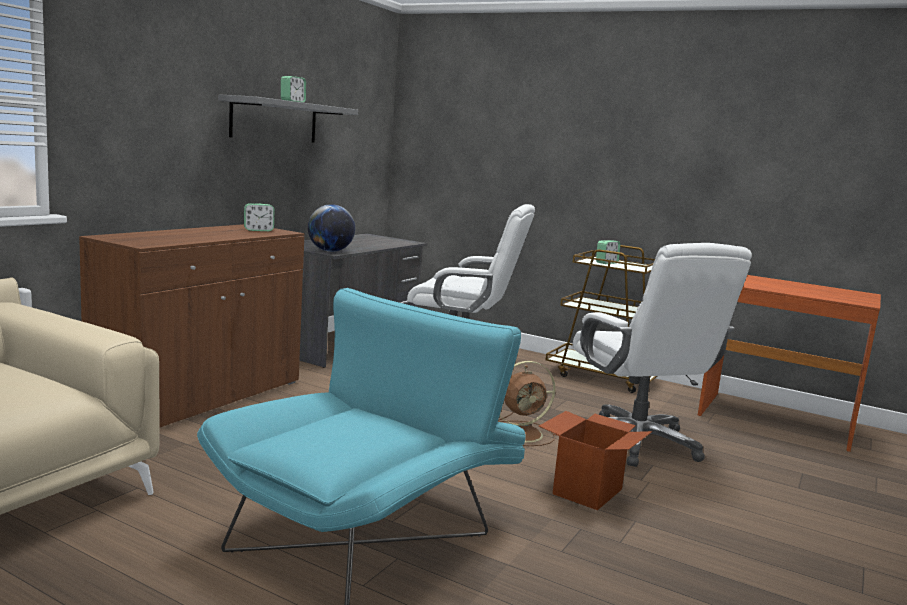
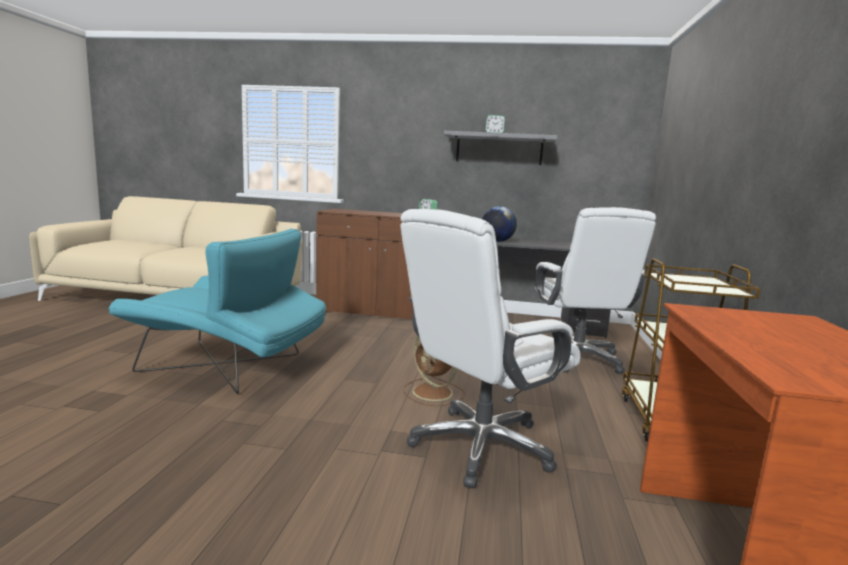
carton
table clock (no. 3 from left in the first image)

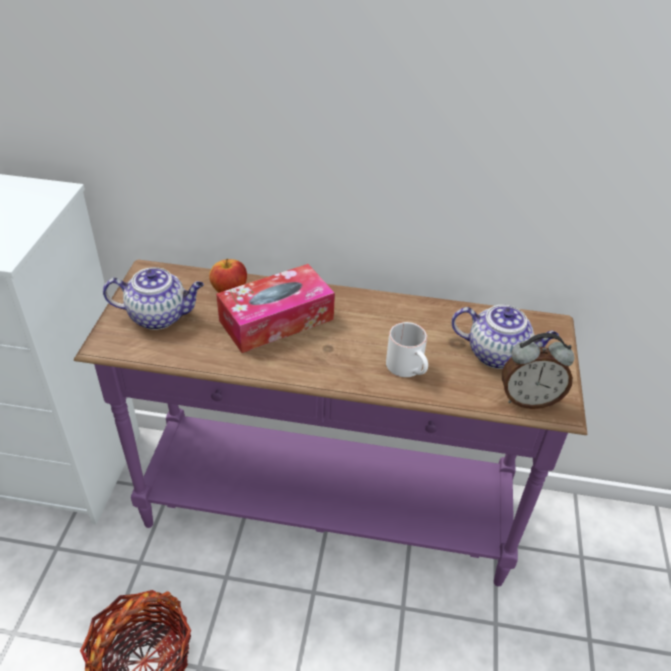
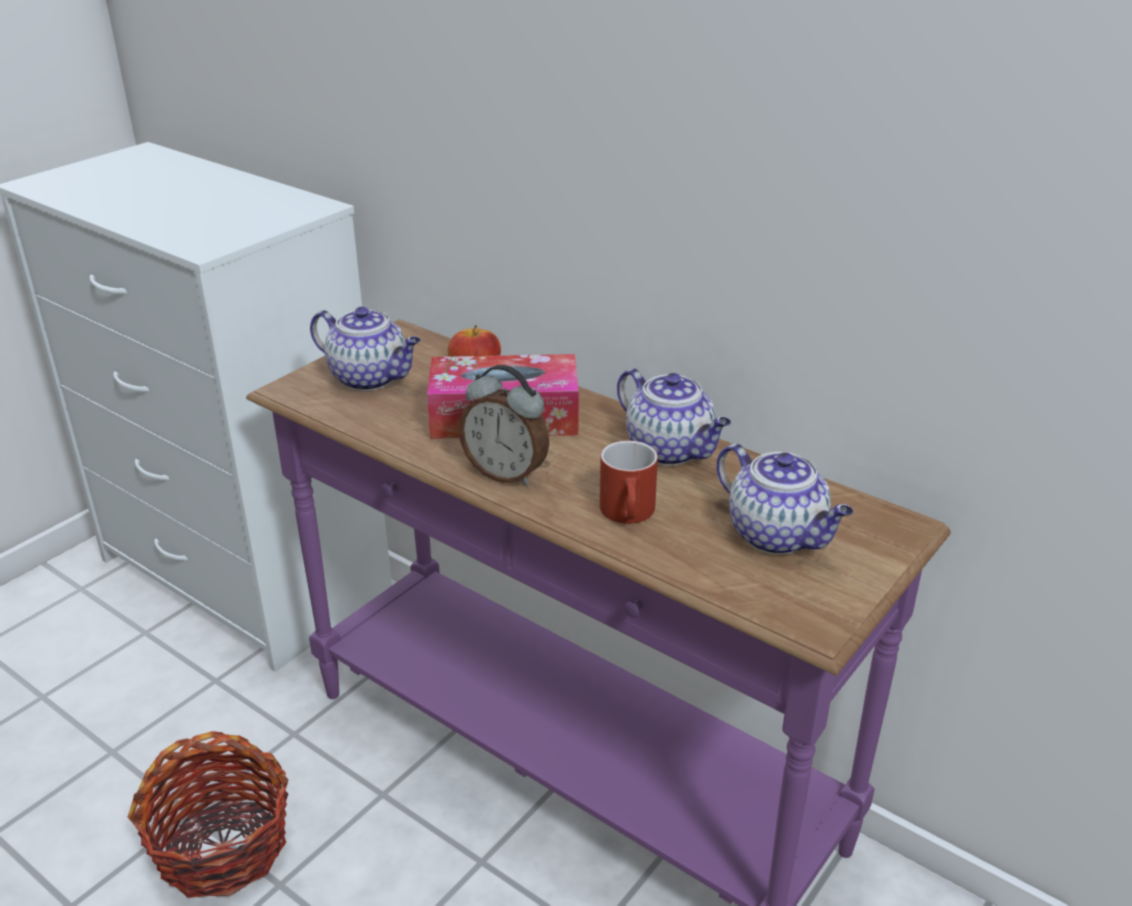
table clock
red-coloured tea mug
pot for tea (no. 2 from left)

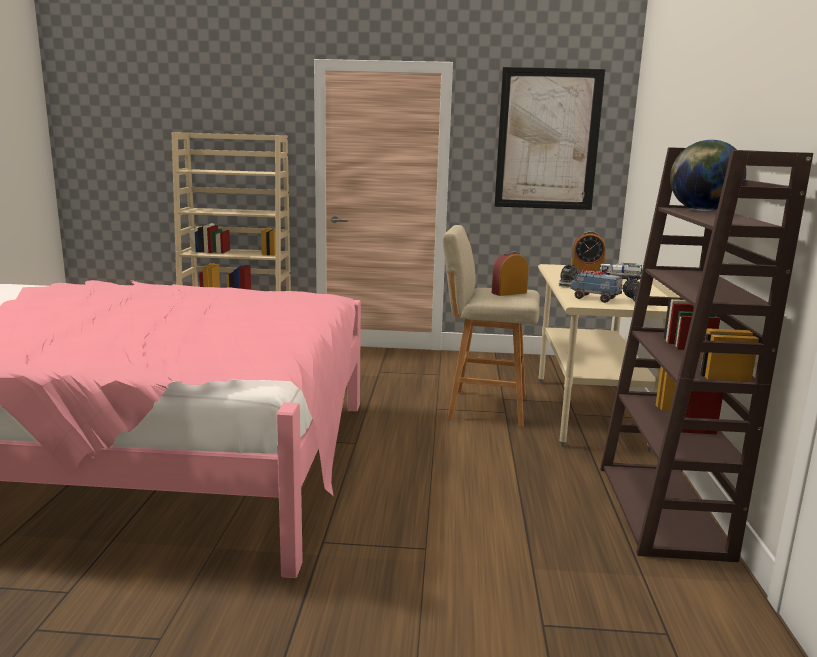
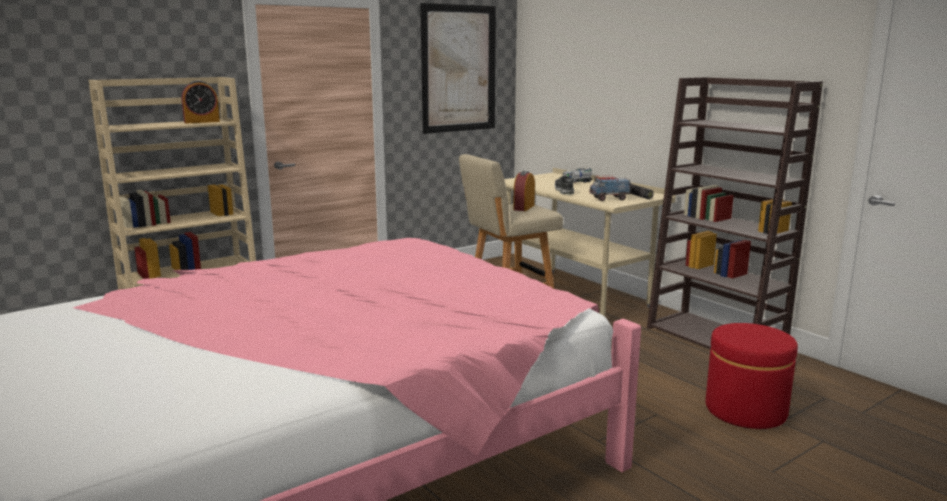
table clock (no. 1 from left)
red-coloured pouffe
globe

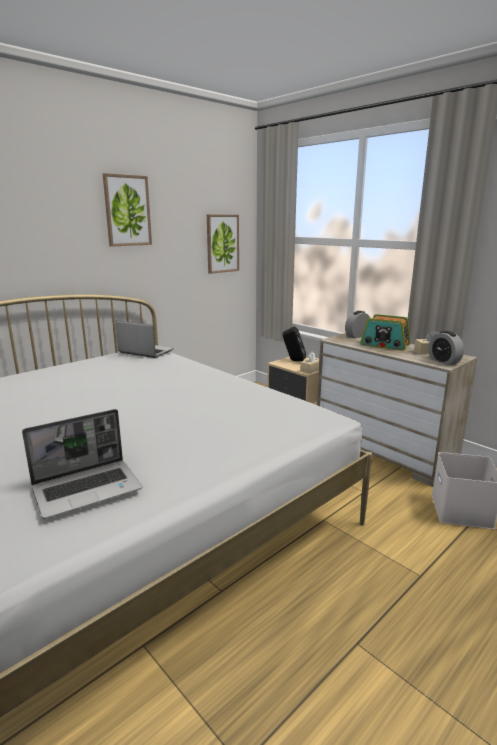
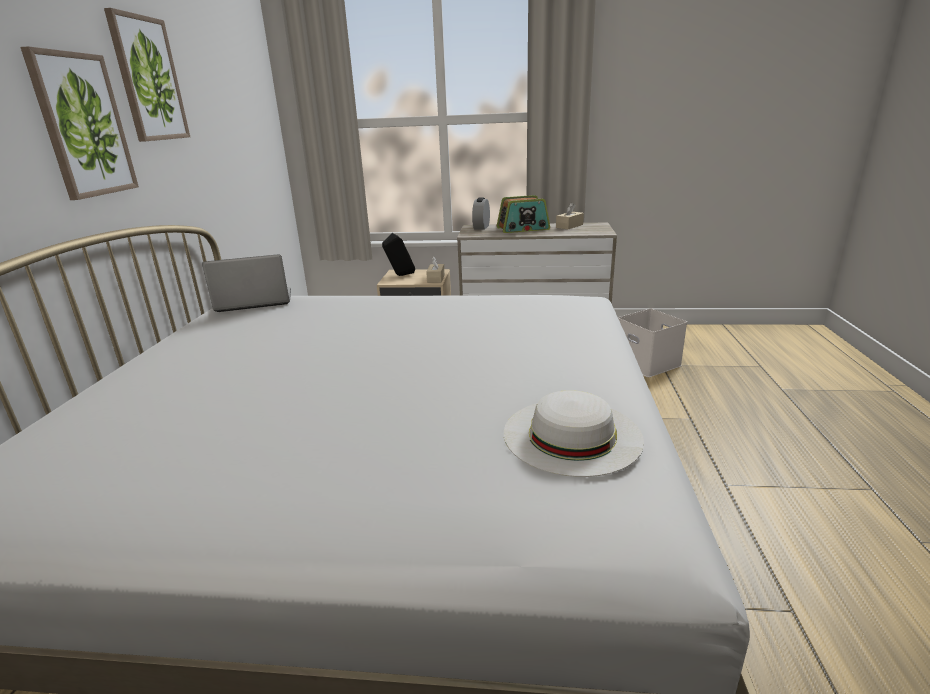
wall art (no. 1 from left)
white-coloured wearable hat
table clock (no. 2 from left in the first image)

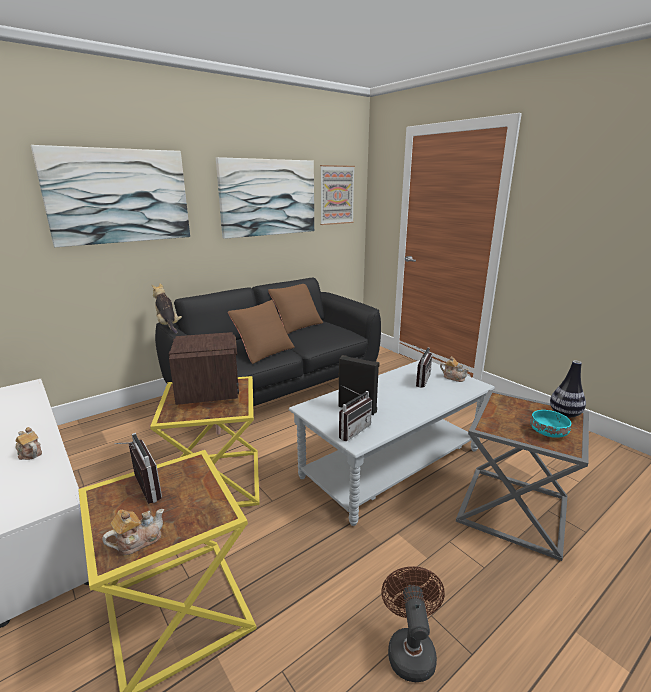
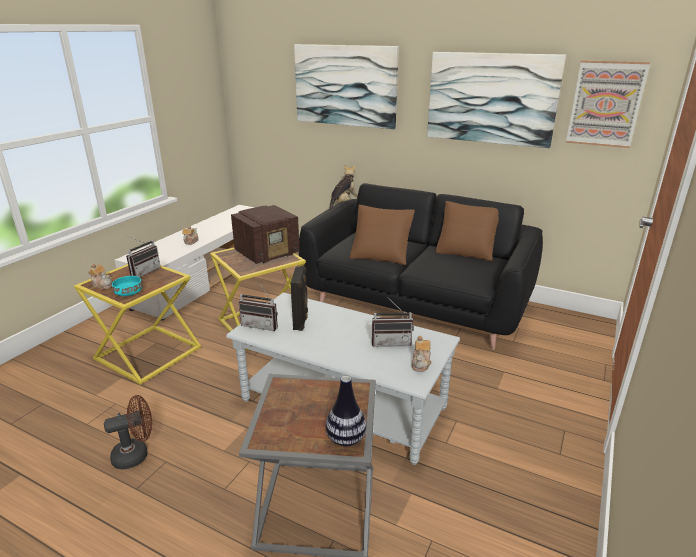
turquoise-coloured bowl

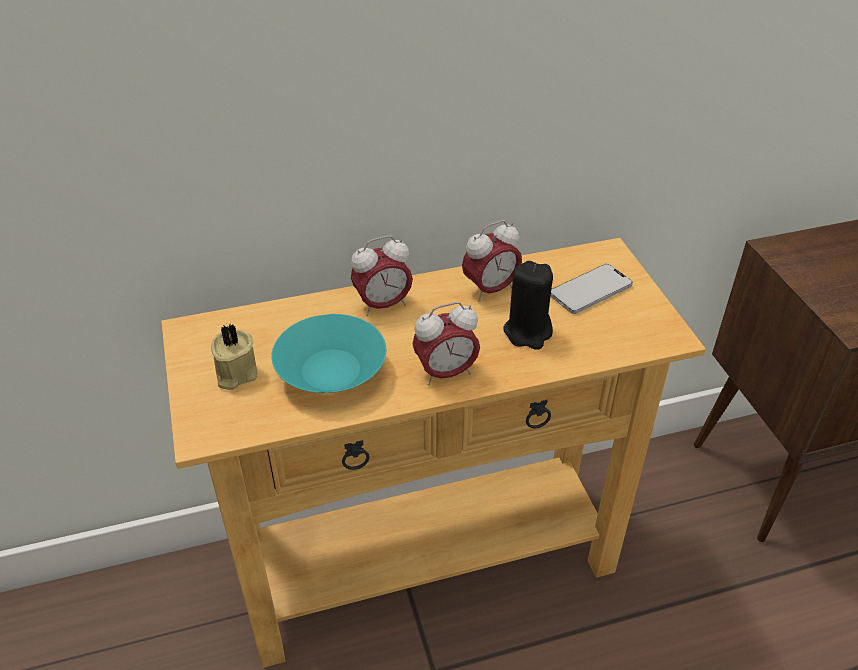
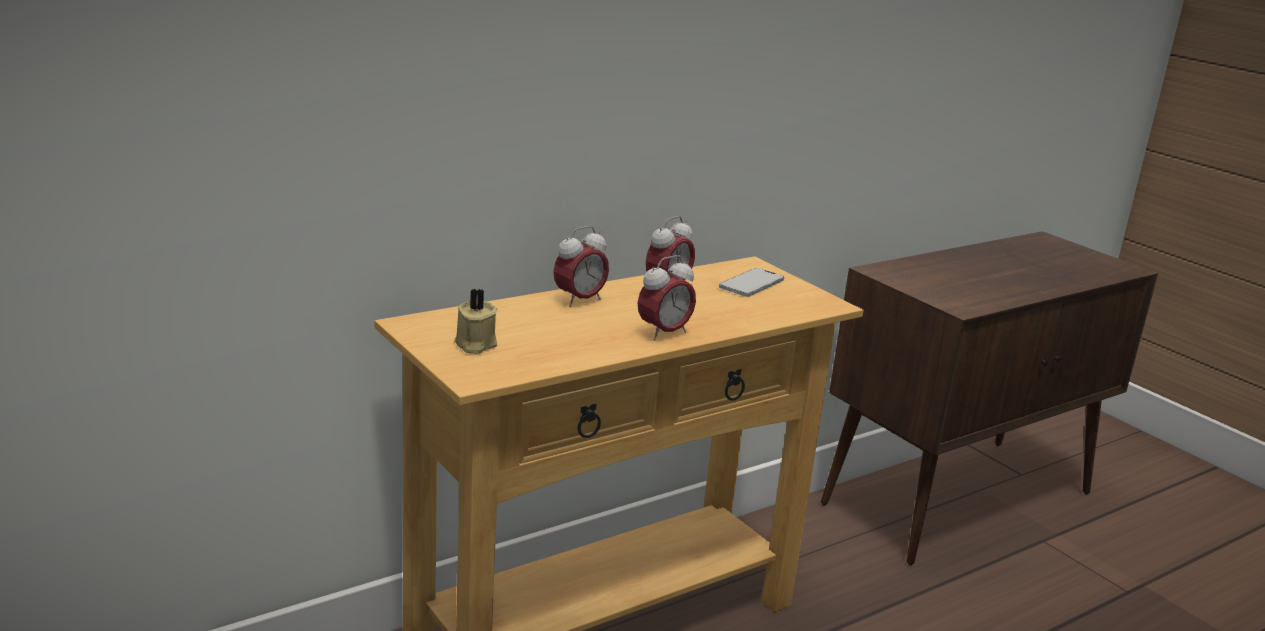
turquoise-coloured bowl
black-coloured candle

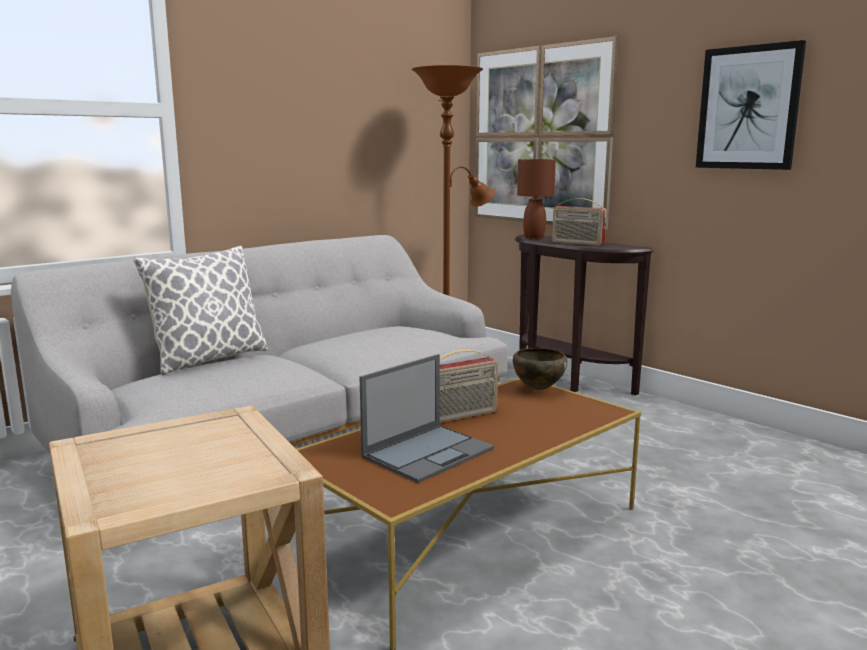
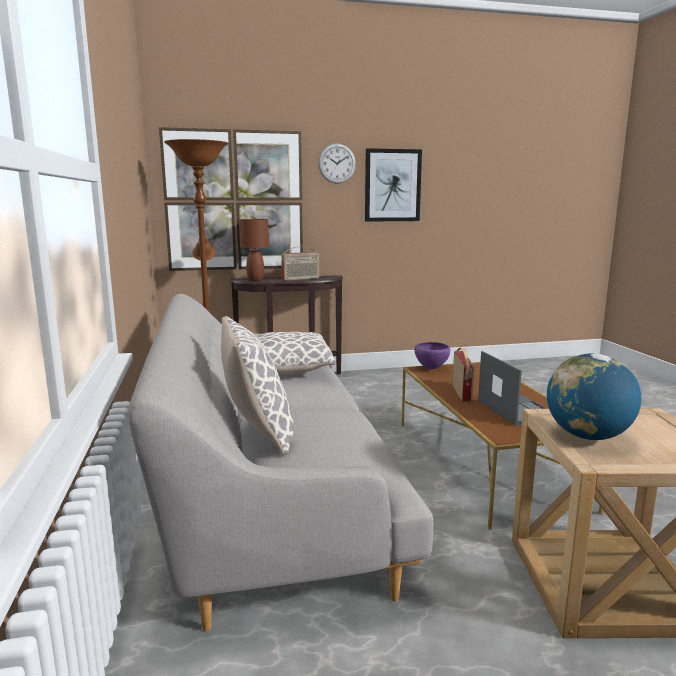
cushion (no. 2 from left)
hanging clock
purple bowl
globe

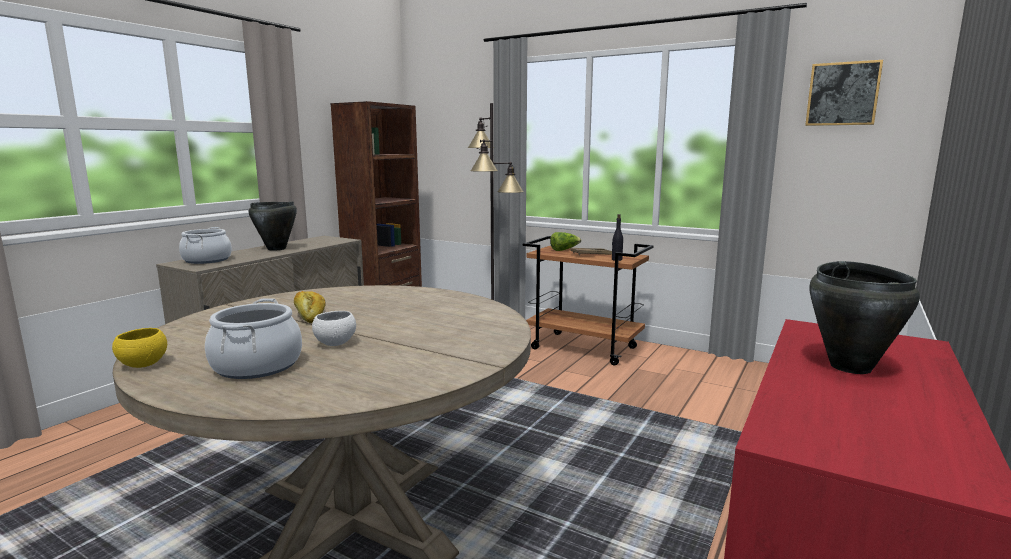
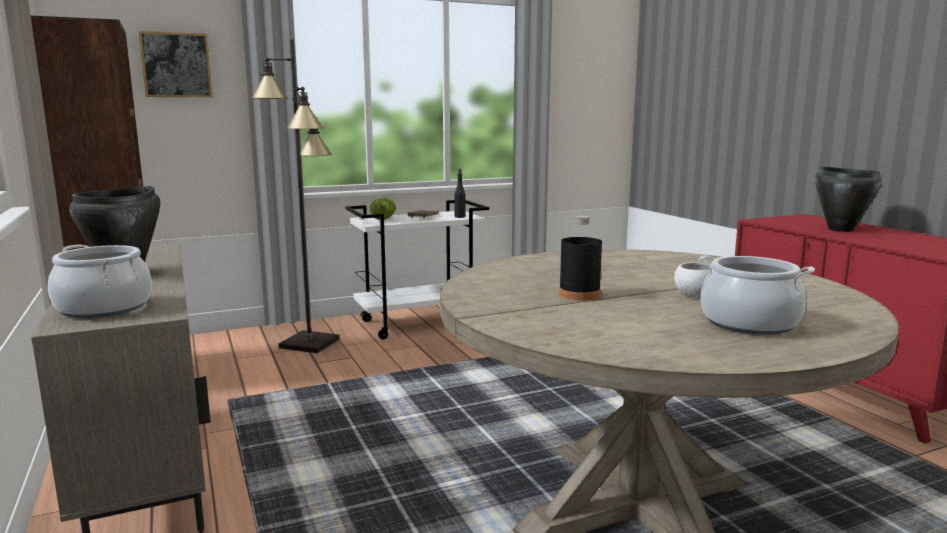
wall art
white-coloured wheeled cart
black-coloured bottle (no. 2 from left)
yellowish bowl

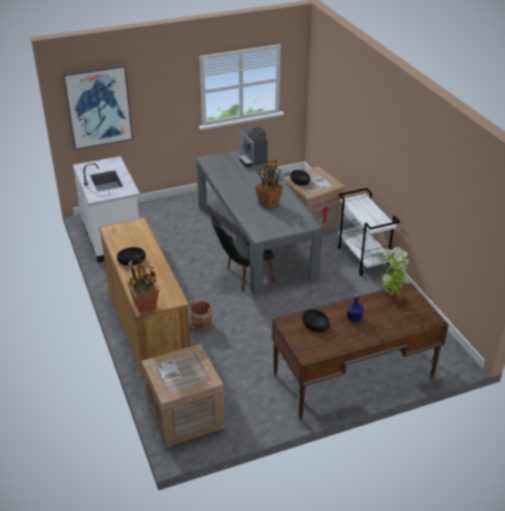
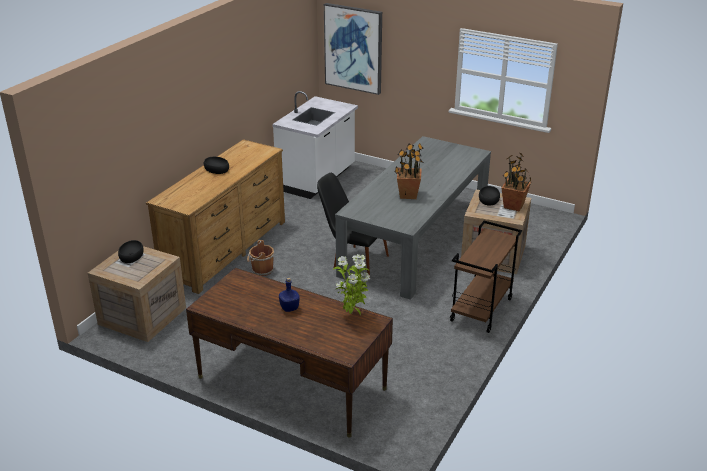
black-coloured bowl (no. 1 from left)
brownish wheeled cart
houseplant (no. 3 from left)
coffee machine

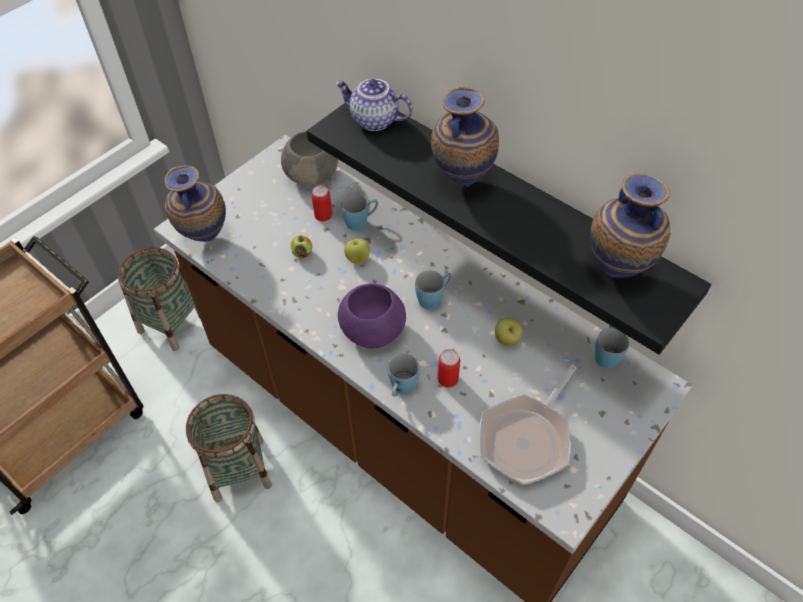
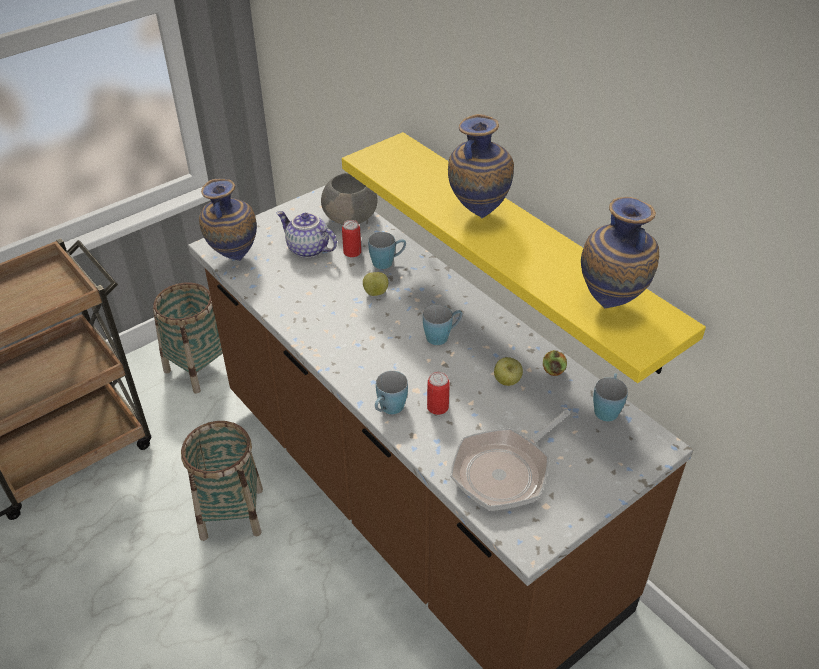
pot for tea
yellowish bracket shelf
apple (no. 3 from left)
purple bowl

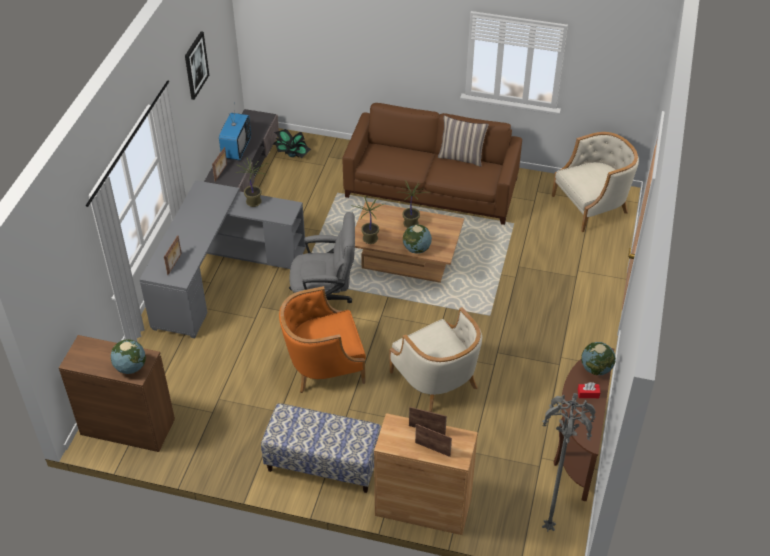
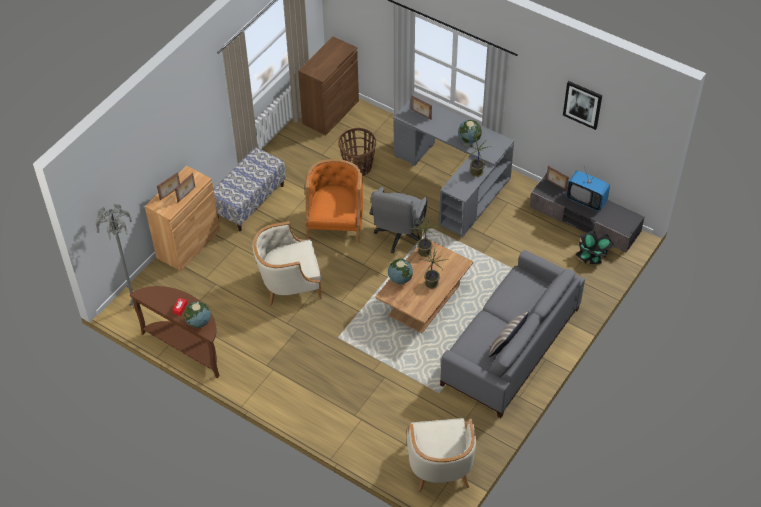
basket
grey settee
globe (no. 3 from left)

